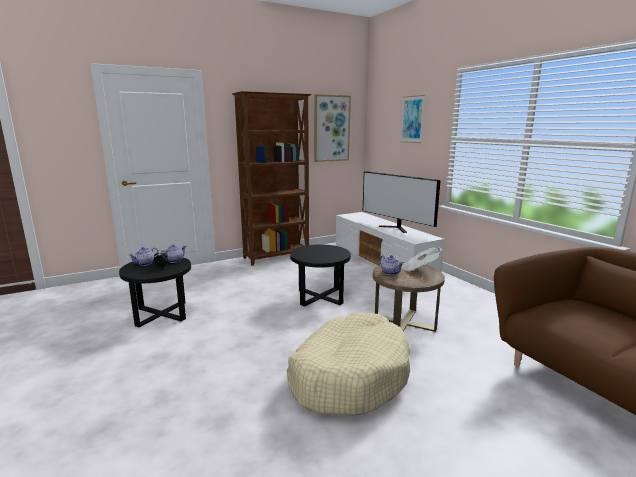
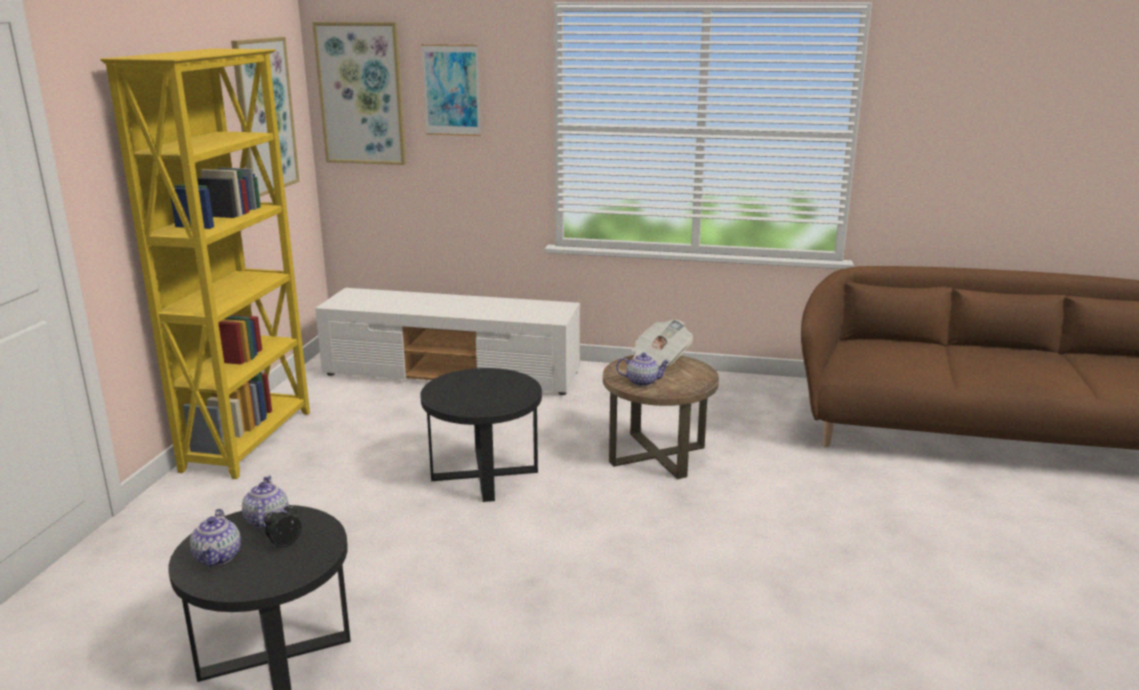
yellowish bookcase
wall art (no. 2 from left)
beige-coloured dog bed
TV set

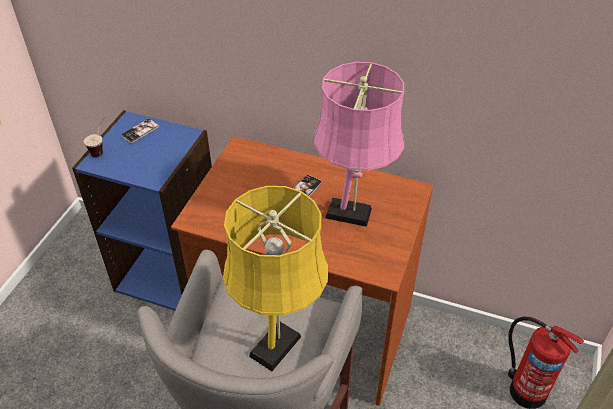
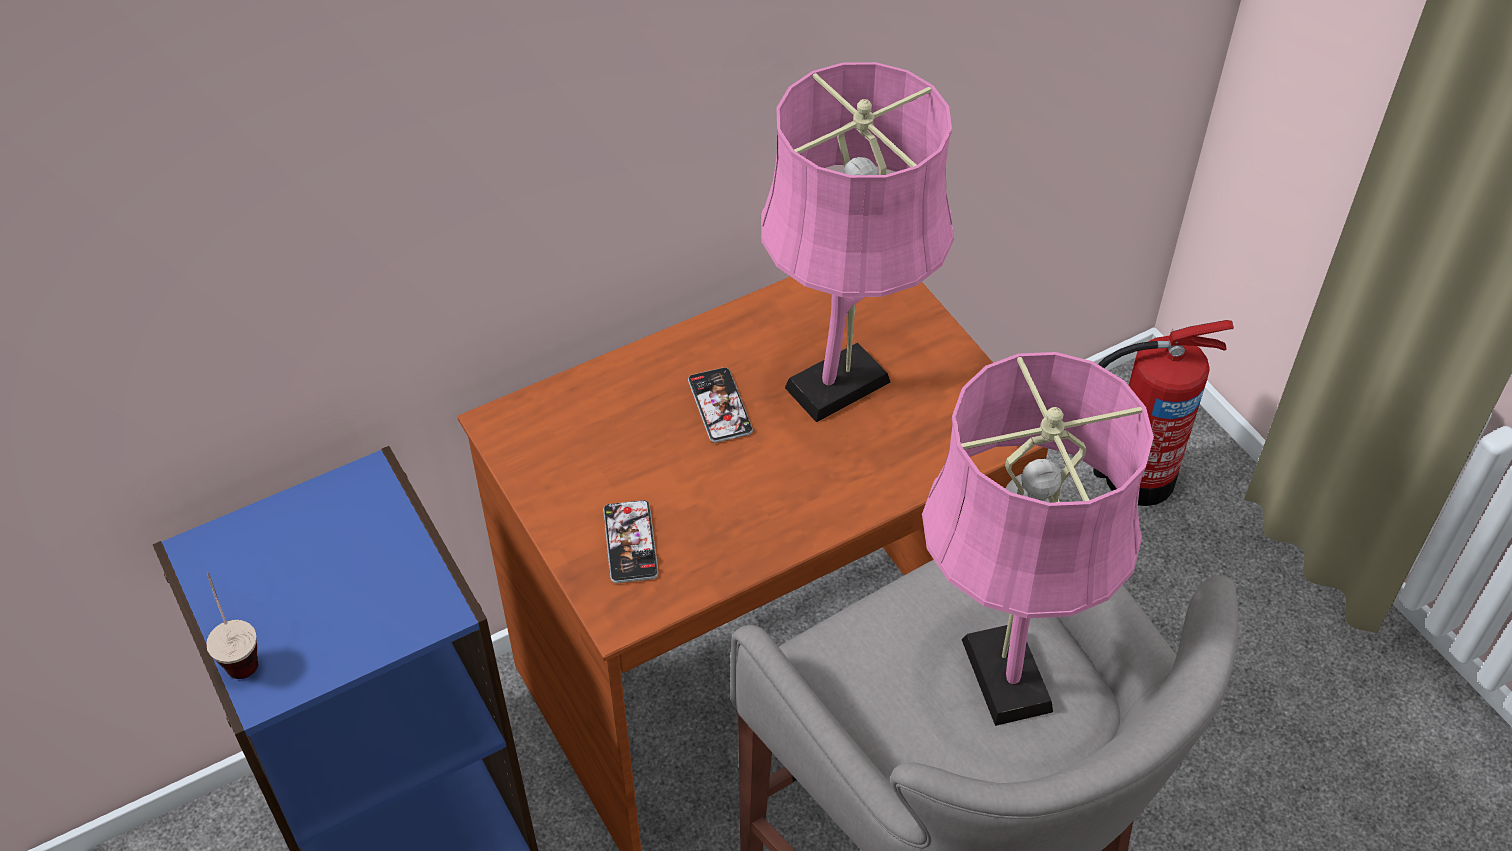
phone (no. 1 from left)
pink-coloured lamp for a table (no. 2 from left)

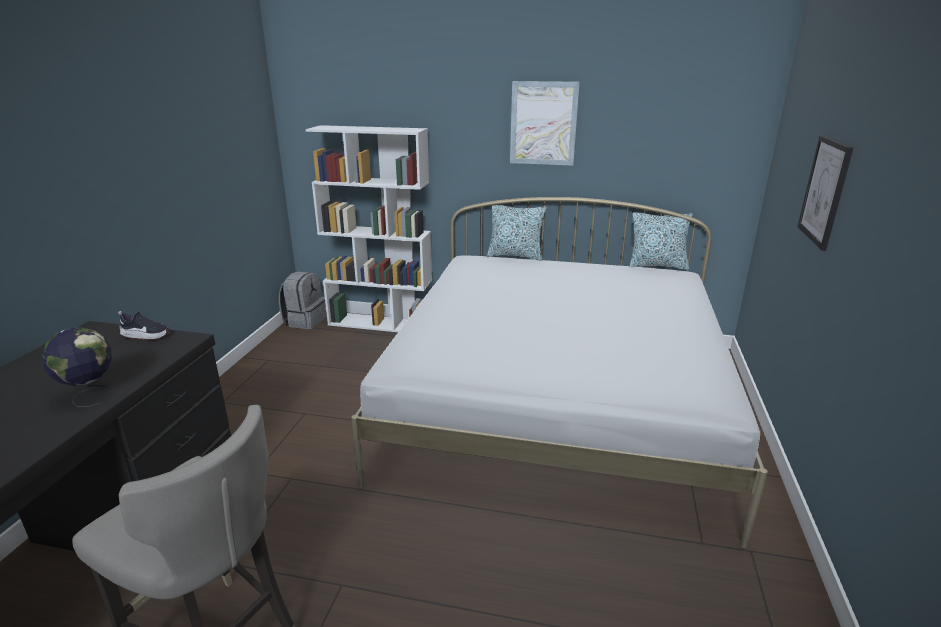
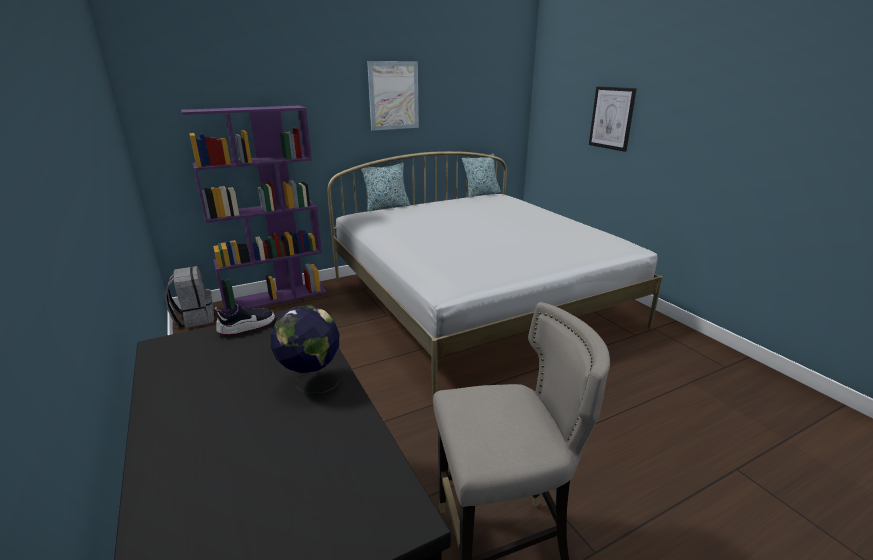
purple bookcase

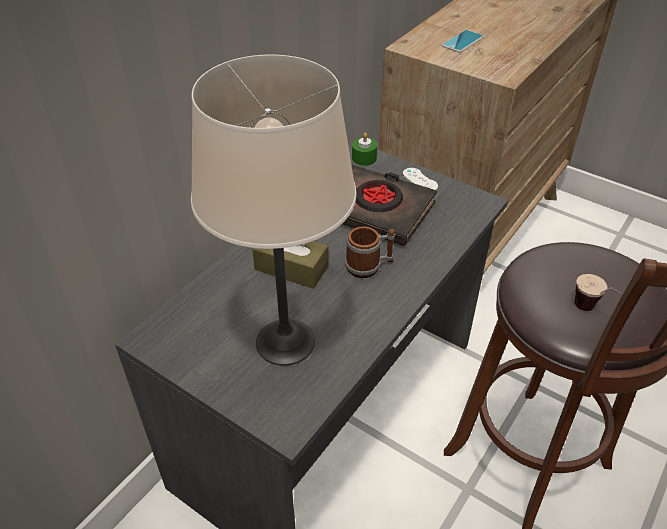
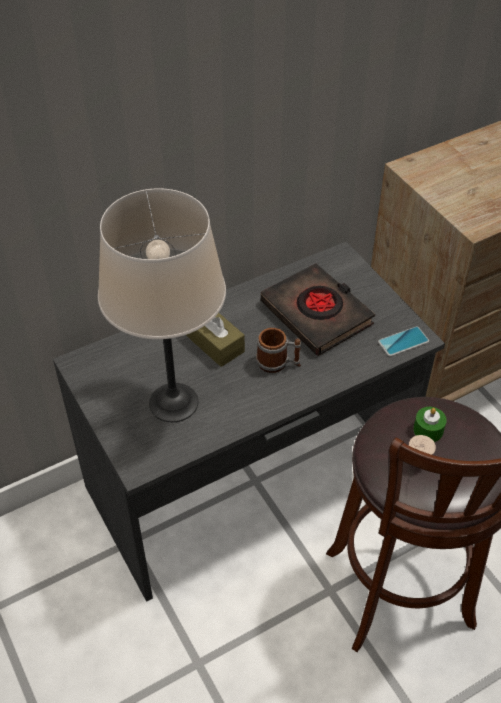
phone
greenish candle
white-coloured joypad

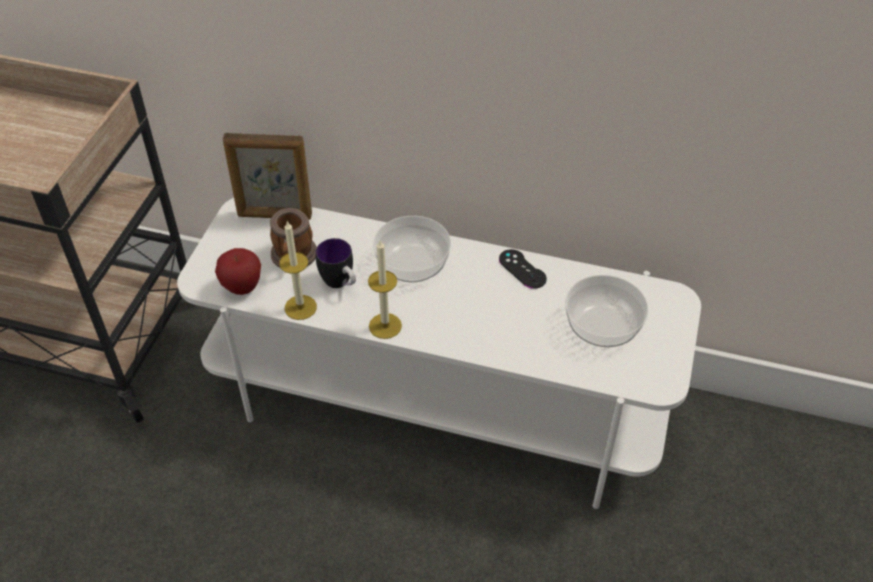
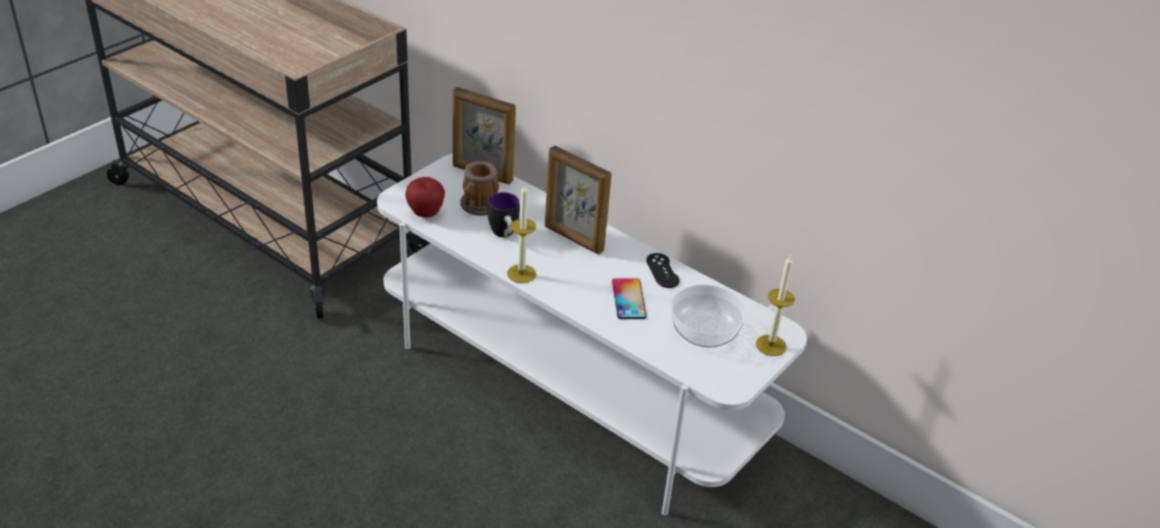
standing frame (no. 2 from left)
phone
candle (no. 2 from left)

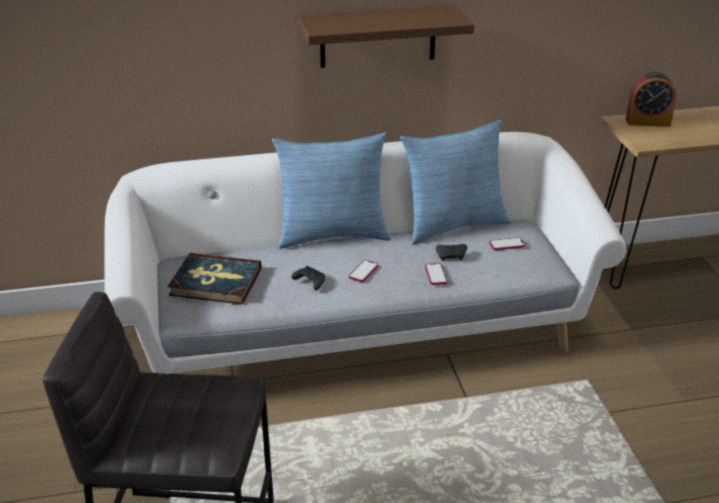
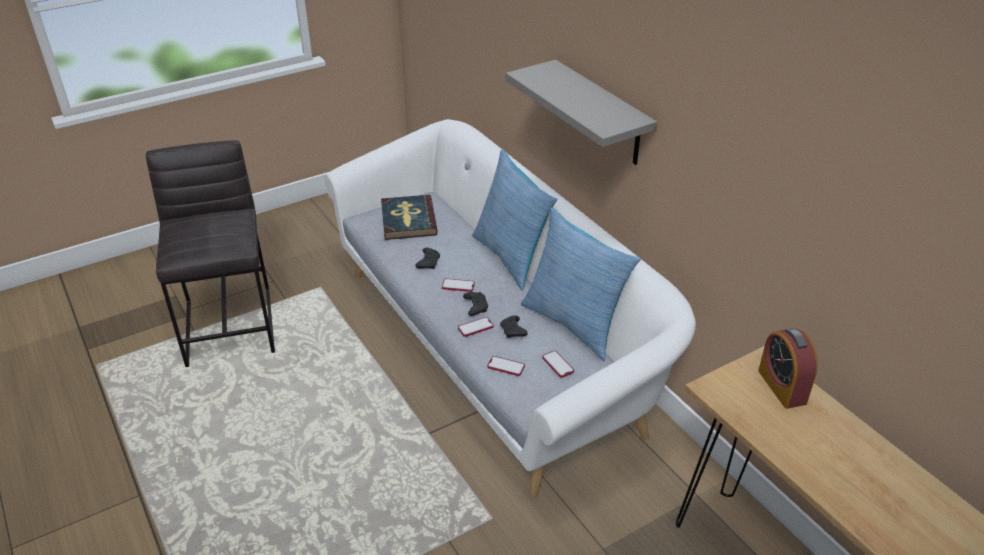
black-coloured joypad (no. 2 from left)
phone (no. 3 from left)
grey bracket shelf

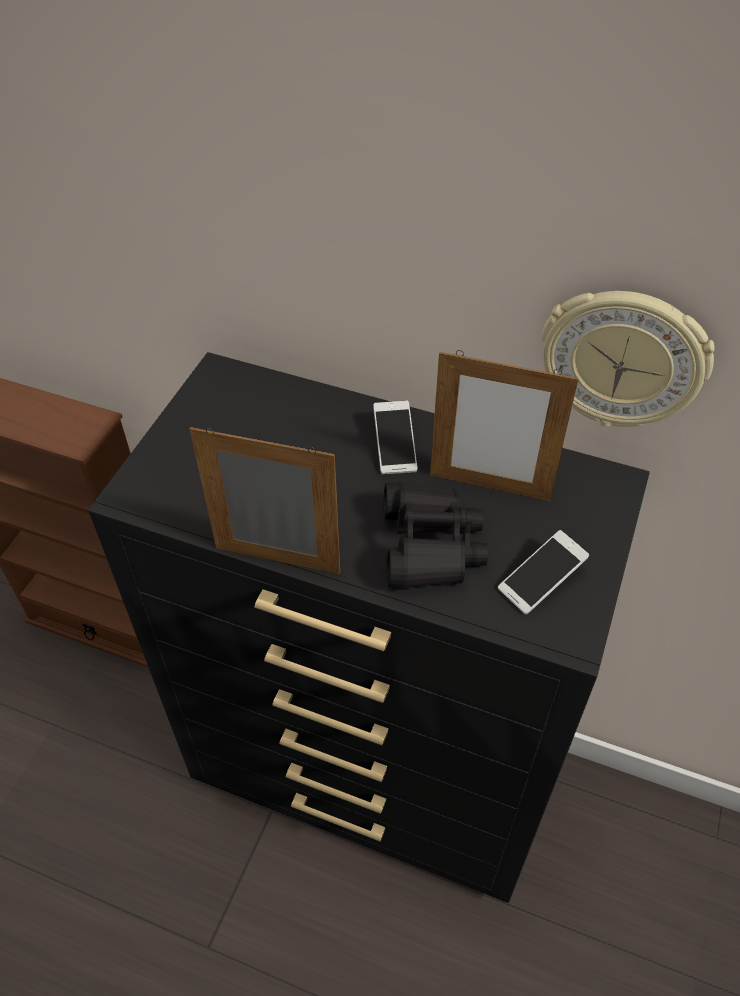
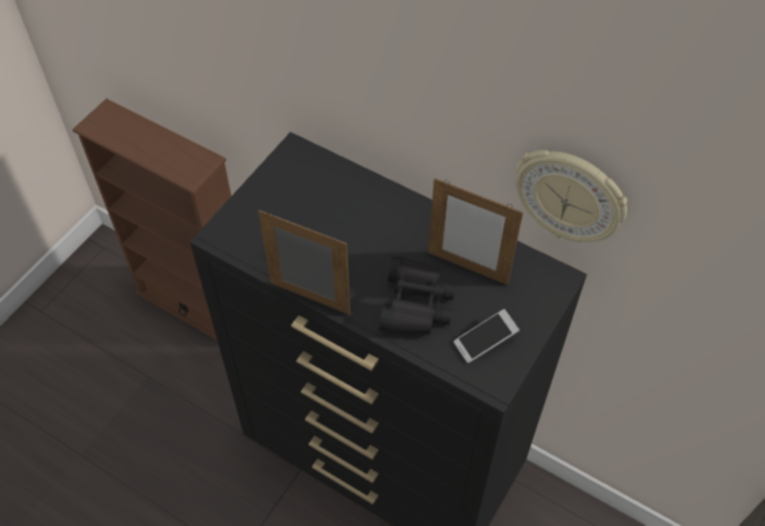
phone (no. 1 from left in the first image)

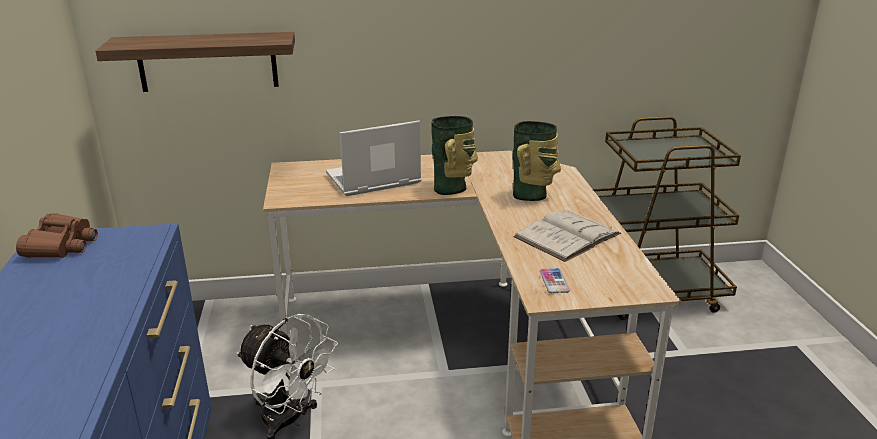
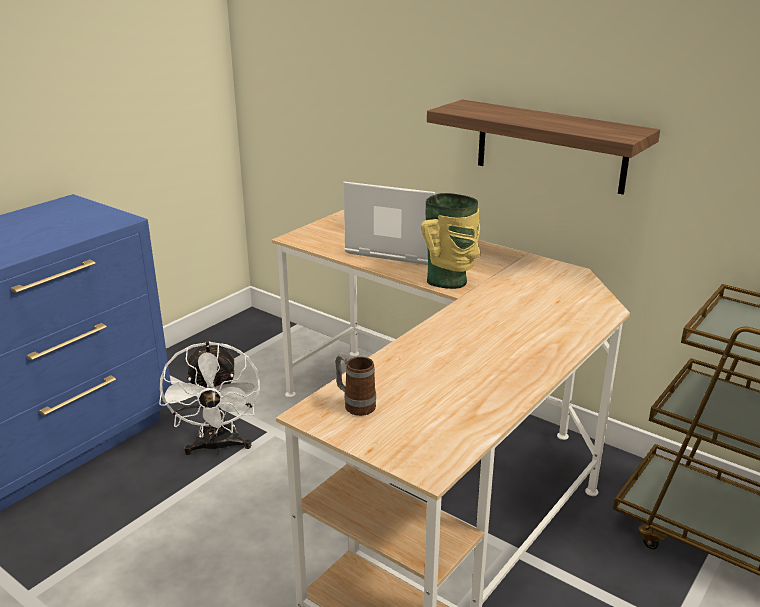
tea mug
bracket shelf
brownish field glasses
vase (no. 2 from left in the first image)
white-coloured volume

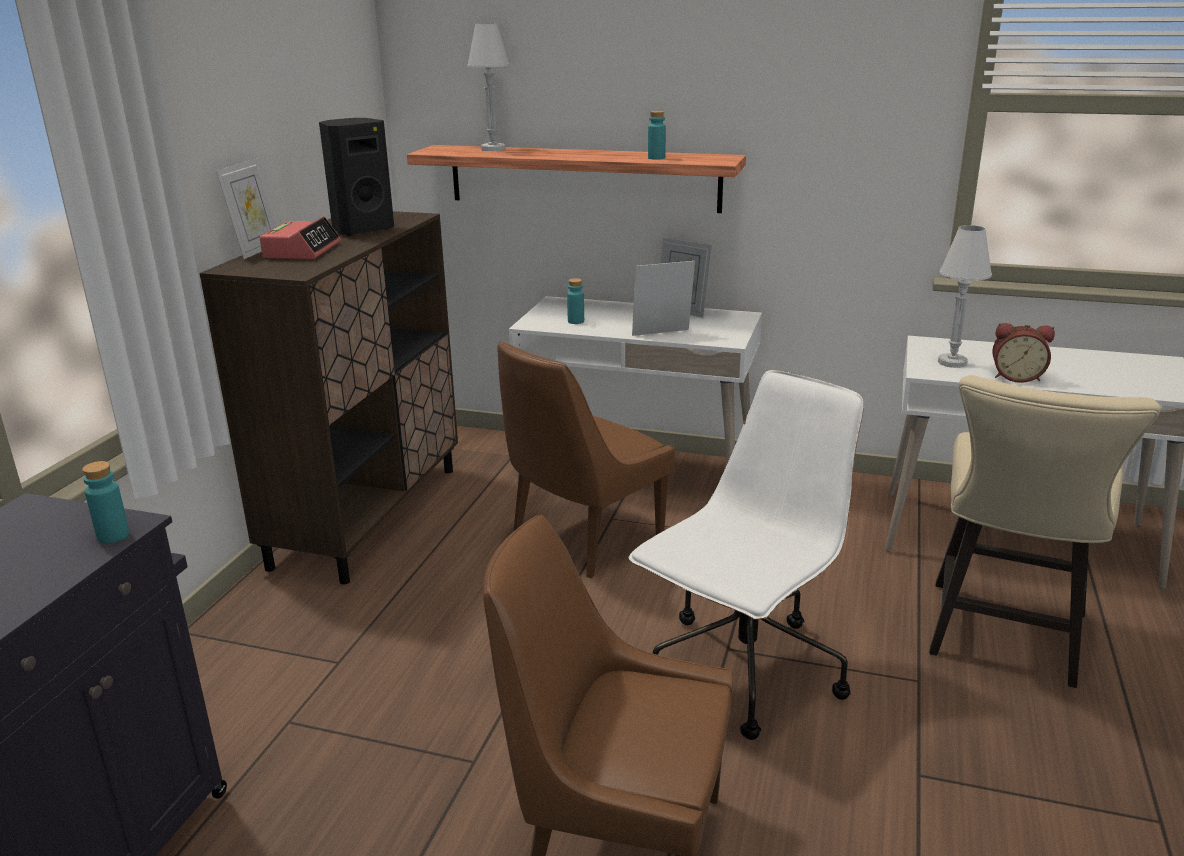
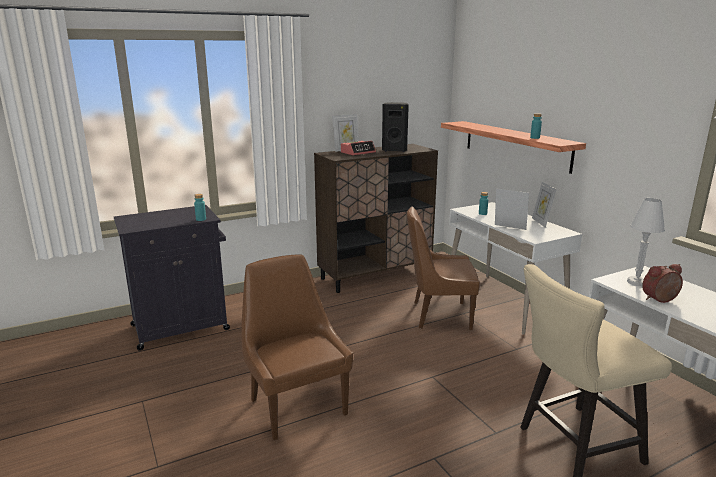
table clock (no. 2 from left)
white-coloured lamp for a table (no. 1 from left in the first image)
white-coloured office chair

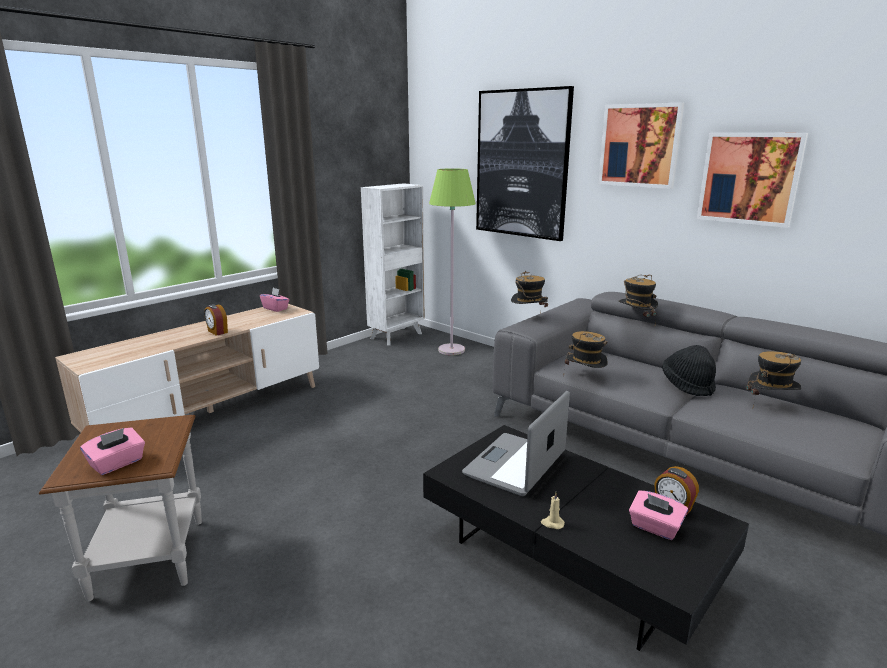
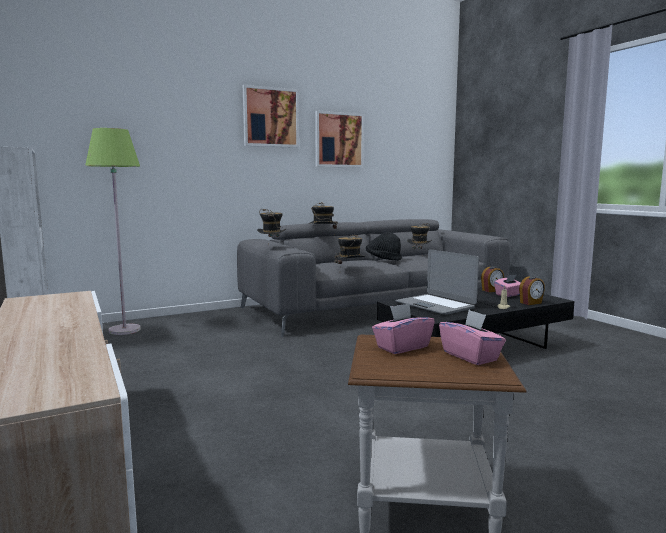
pink-coloured tissue holder (no. 1 from left)
table clock (no. 2 from left)
wall art (no. 1 from left in the first image)

